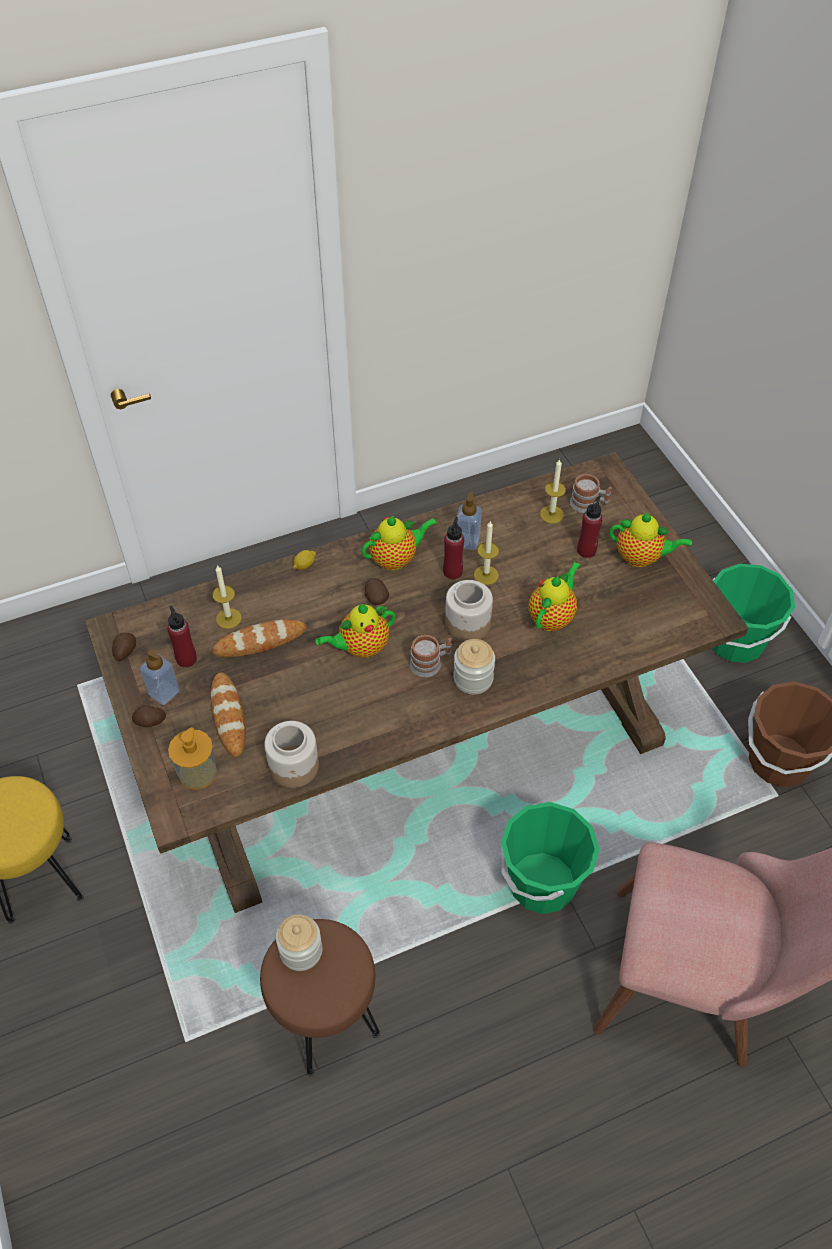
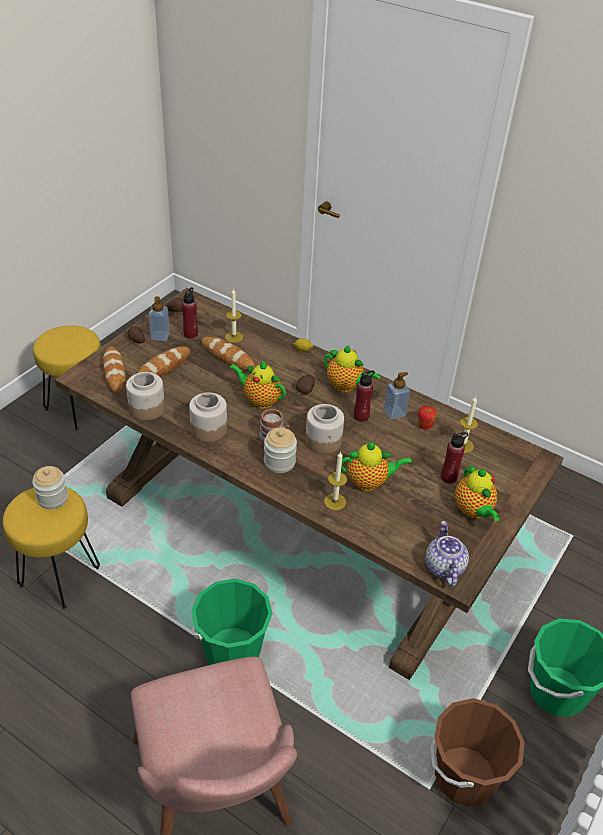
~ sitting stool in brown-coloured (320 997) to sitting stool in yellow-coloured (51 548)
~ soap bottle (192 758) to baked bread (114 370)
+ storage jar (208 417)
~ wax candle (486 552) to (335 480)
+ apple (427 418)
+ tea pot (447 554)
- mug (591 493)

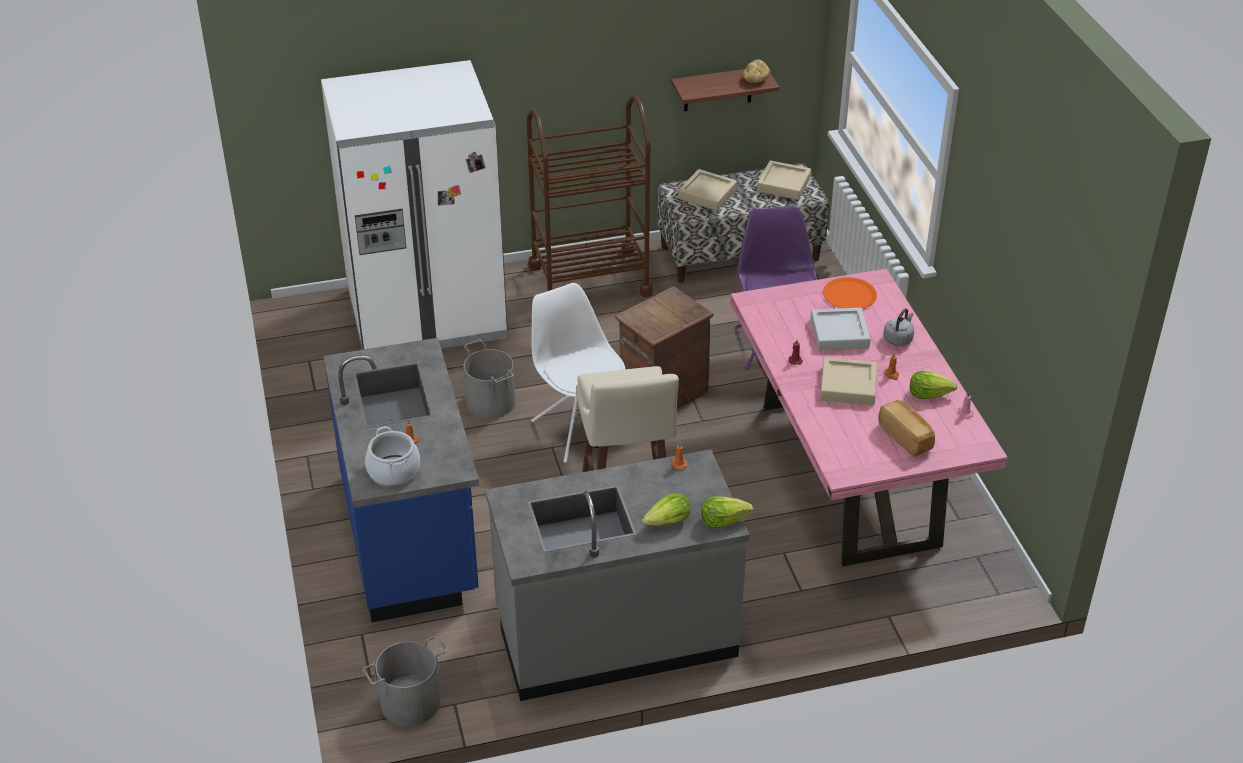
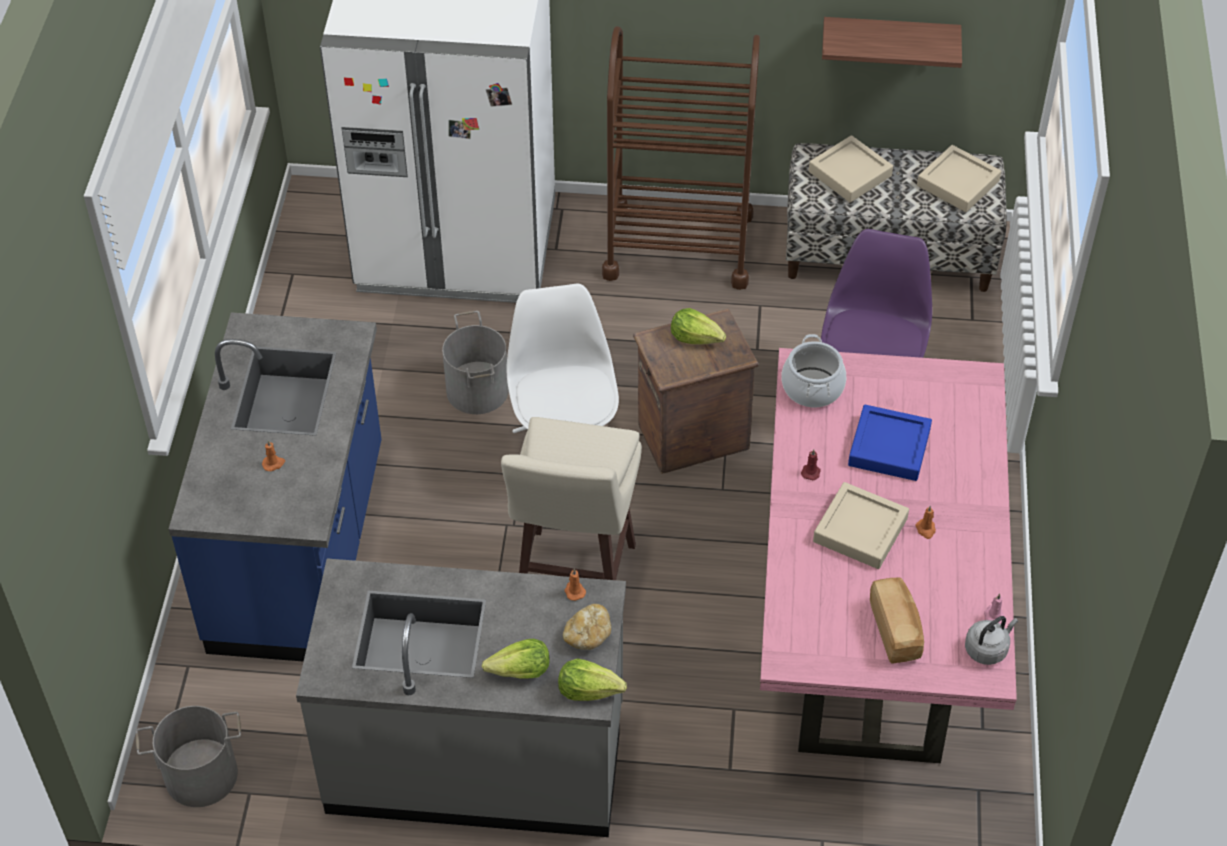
~ baked bread (756 71) to (587 627)
~ head of lettuce (933 385) to (698 326)
~ saucepot (392 456) to (813 370)
~ carrying tray in grey (840 329) to carrying tray in blue (890 443)
~ tea kettle in grey (899 327) to (991 640)
- dinner plate in orangey (850 293)

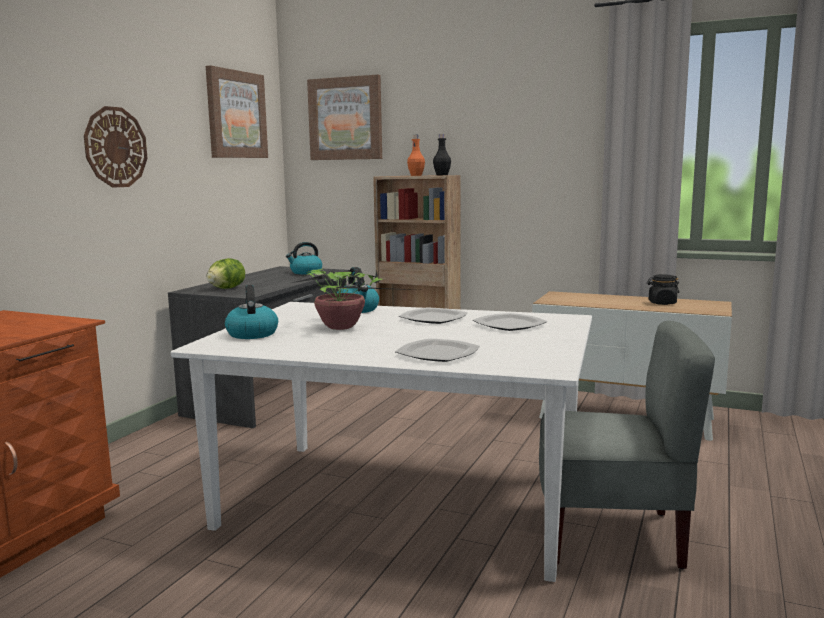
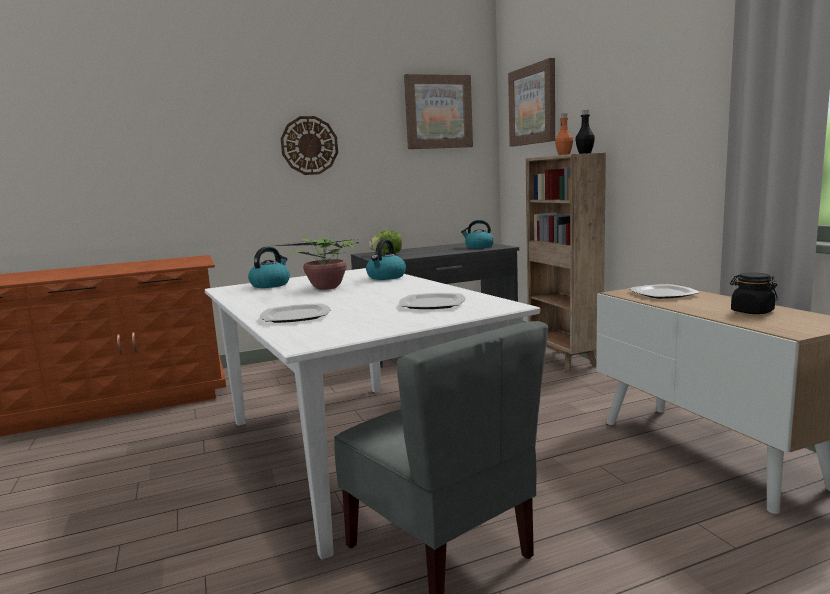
~ dinner plate (433 315) to (664 291)

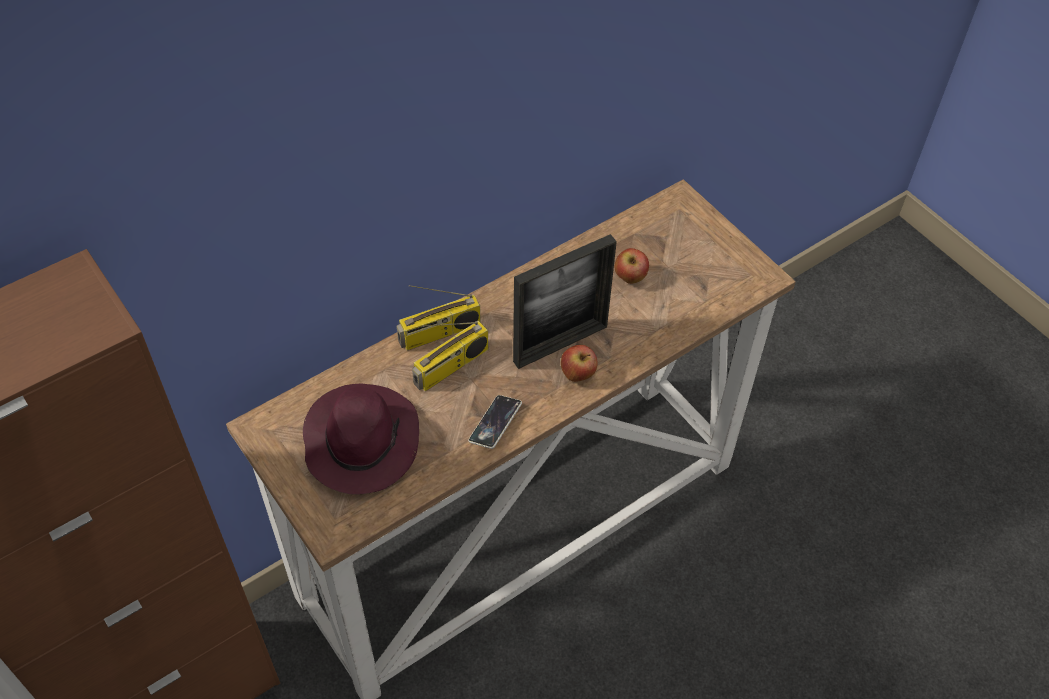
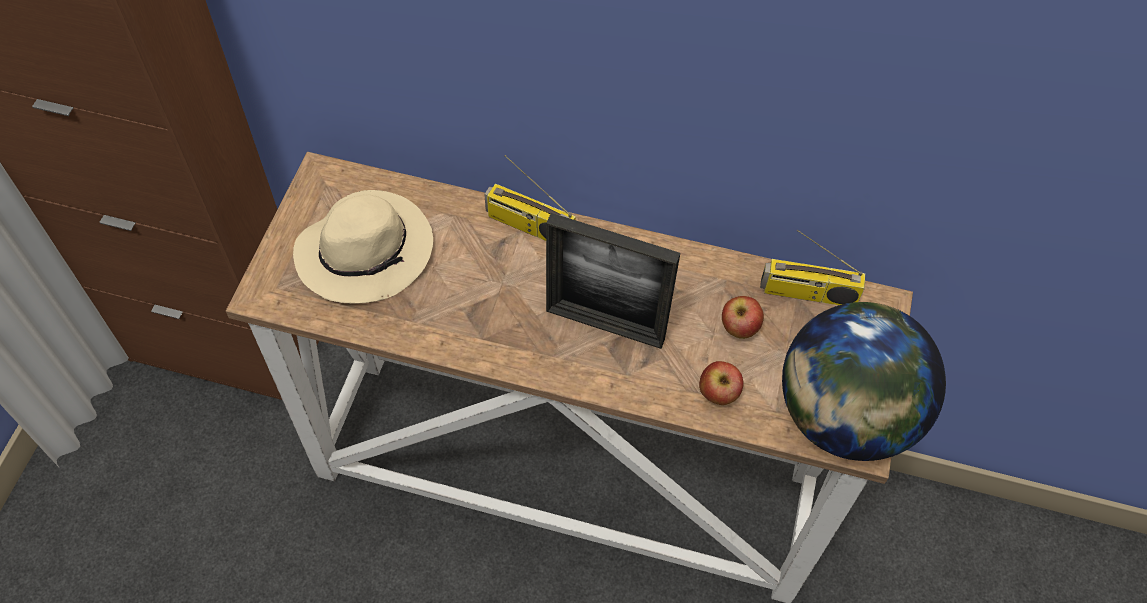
~ clothing hat in purple (361 439) to clothing hat in beige-coloured (363 247)
~ apple (579 363) to (721 383)
~ radio set (450 356) to (812 267)
+ desk globe (864 381)
- phone (495 422)

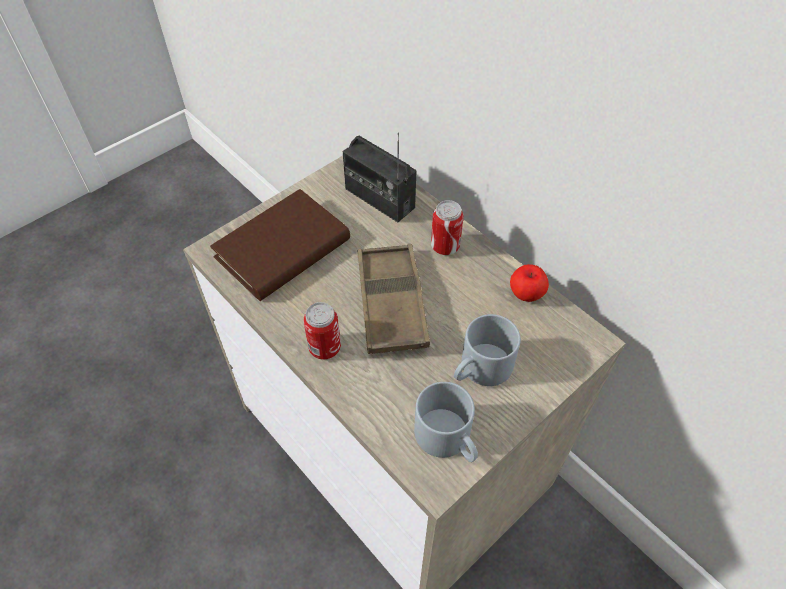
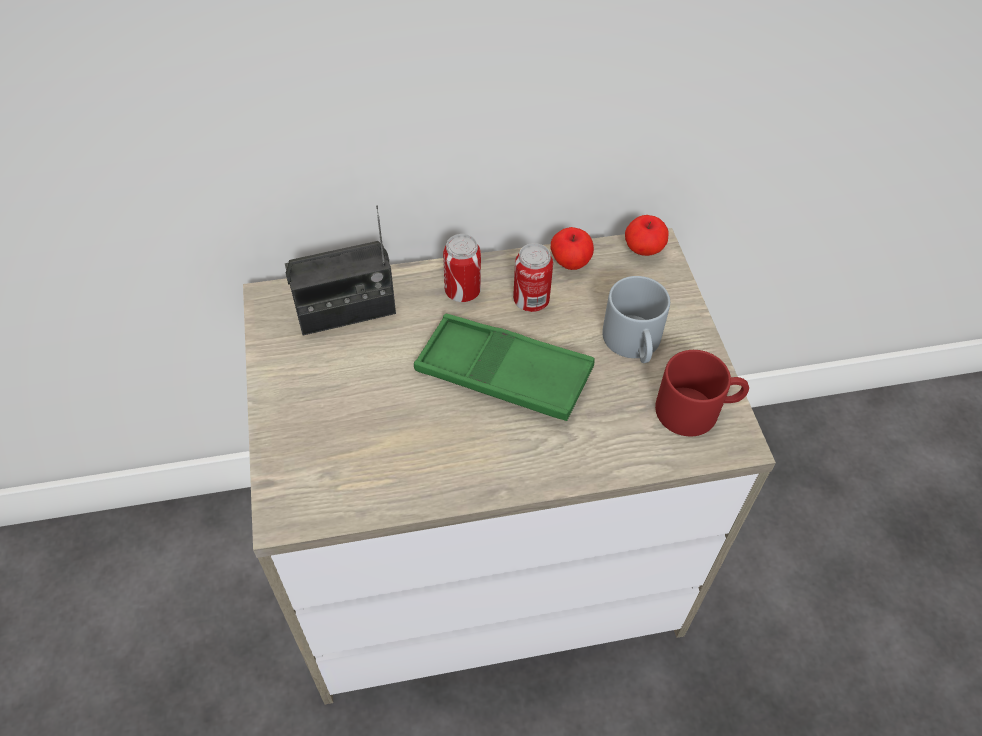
~ carrying tray in brown-coloured (394 299) to carrying tray in green (504 367)
~ sealed can (322 331) to (533 277)
+ apple (647 235)
~ mug in grey (446 422) to mug in red-coloured (702 393)
- bound book in brown-coloured (280 245)

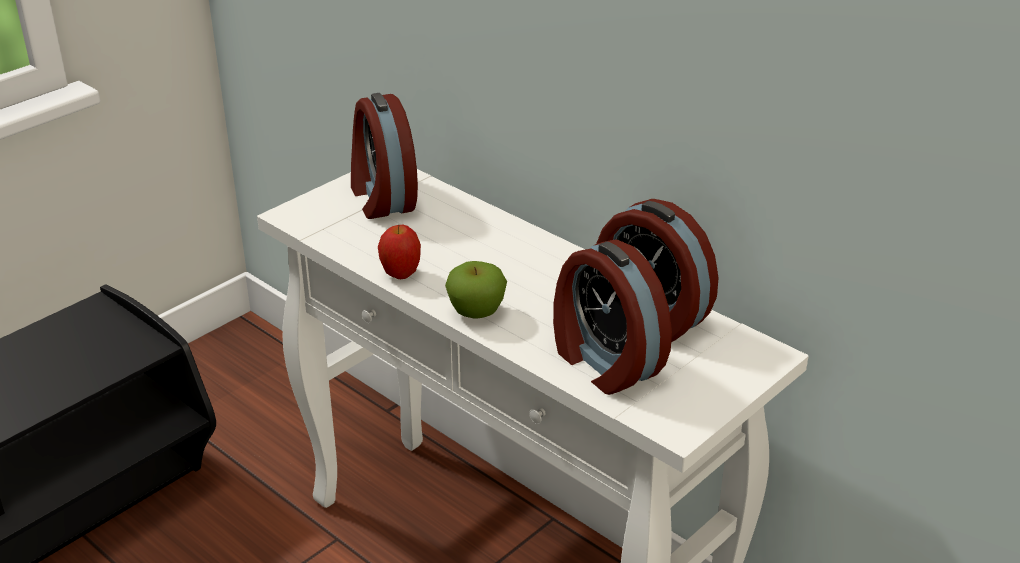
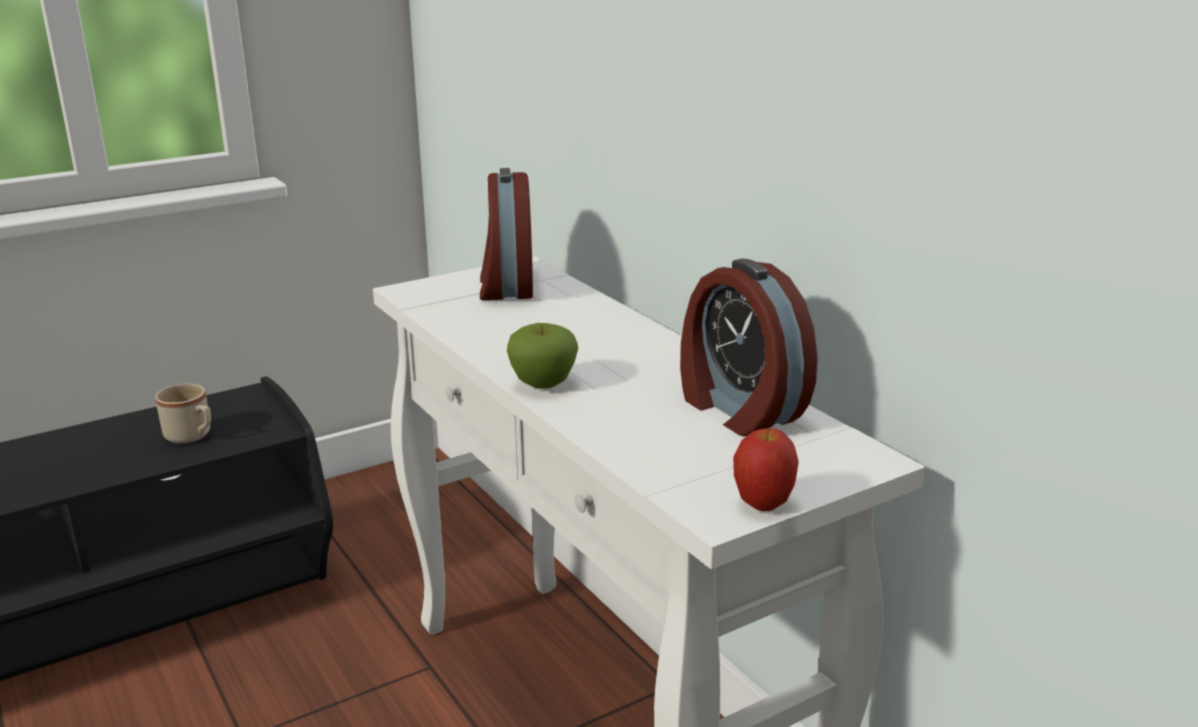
+ mug in beige-coloured (183 414)
~ apple (399 252) to (766 469)
- table clock (612 317)

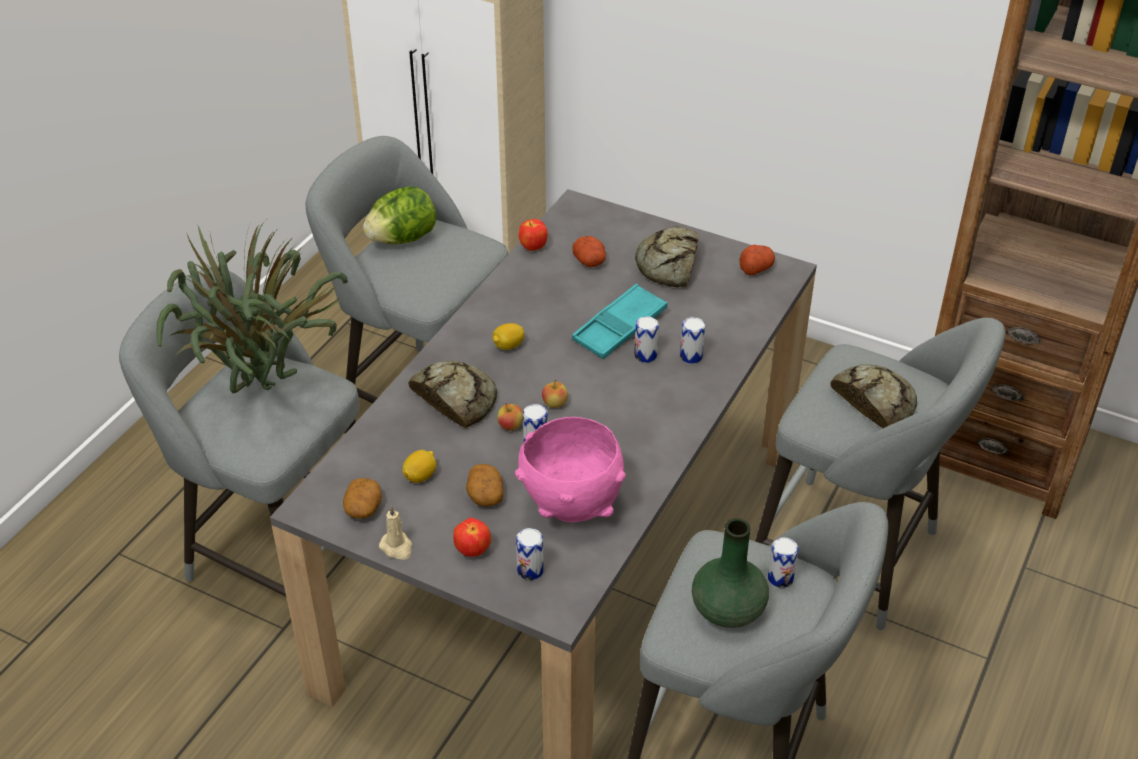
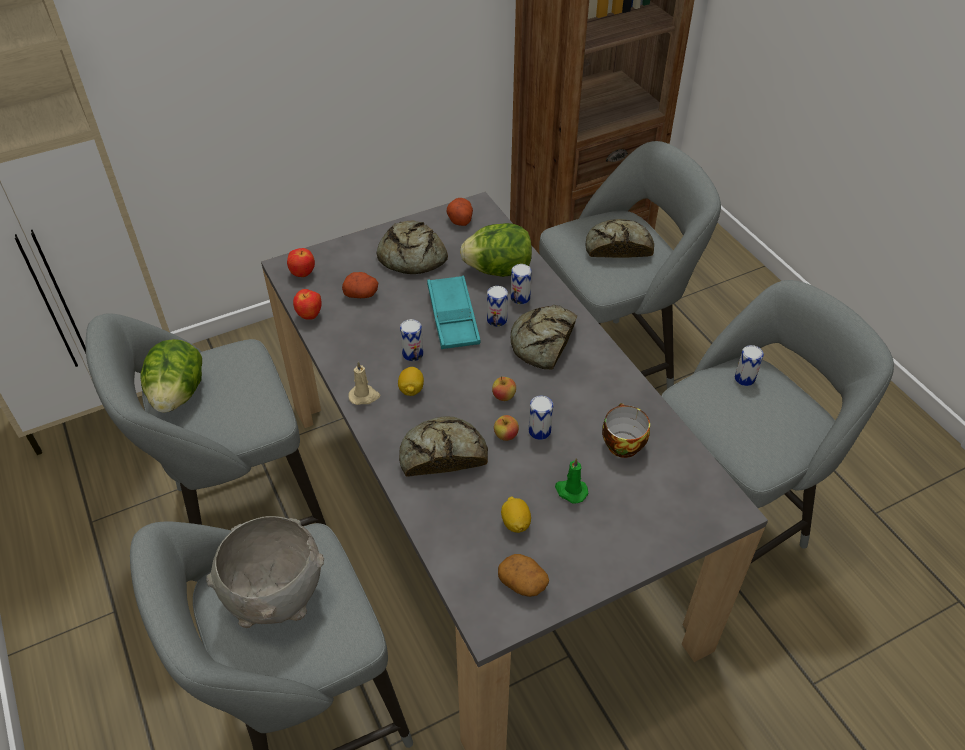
~ houseplant (252 307) to serving bowl in grey (265 572)
~ apple (472 537) to (301 262)
~ wax candle in beige-coloured (395 533) to (364 383)
~ sealed can (529 554) to (411 340)
+ head of lettuce (496 250)
+ baked bread (544 337)
~ potato (484 485) to wax candle in green (571 481)
~ serving bowl in pink (570 469) to drinking cup (626 430)
- vase in green (730 573)

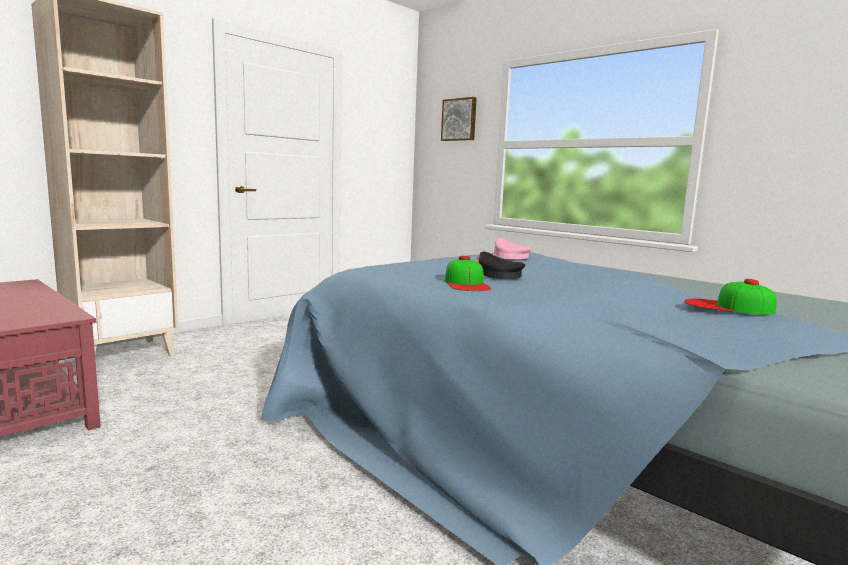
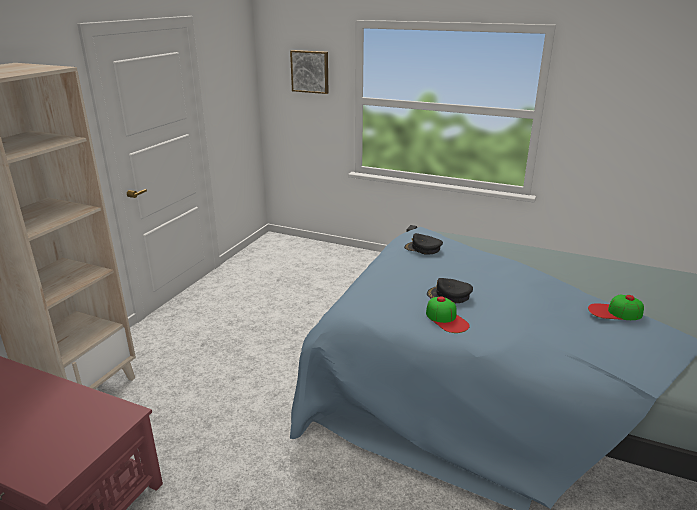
~ cap in pink (511 248) to cap in black-coloured (423 244)

